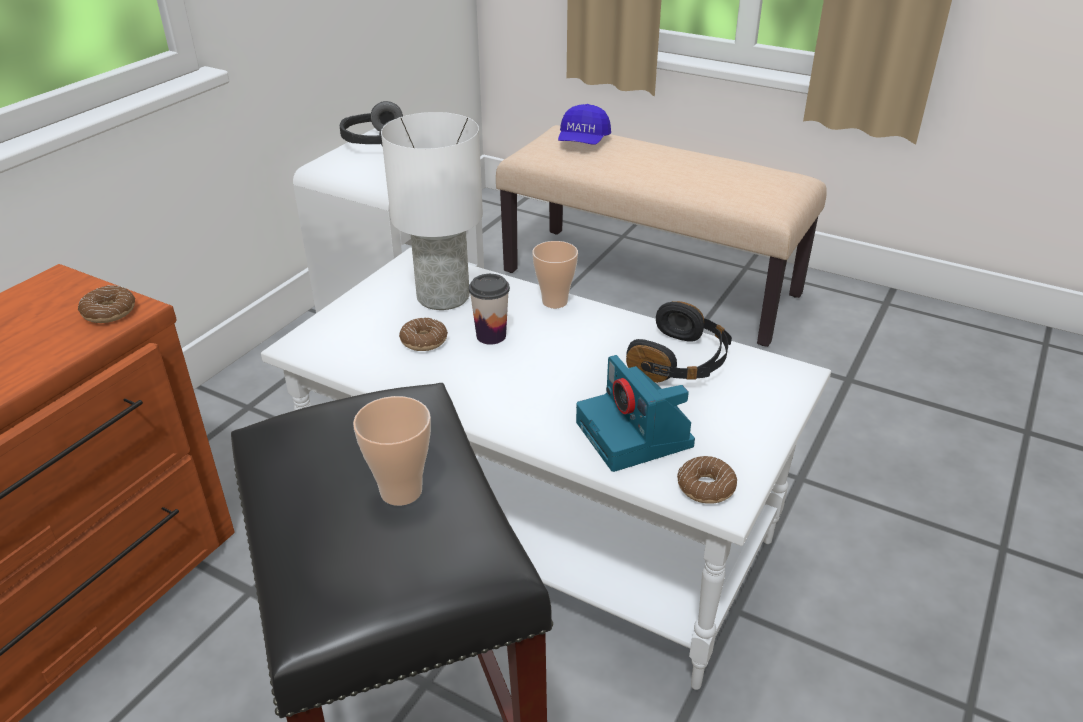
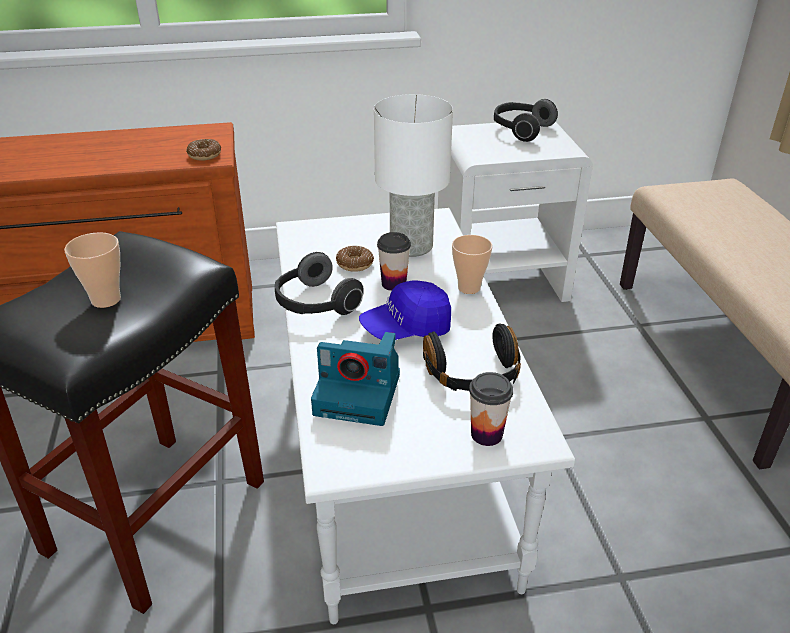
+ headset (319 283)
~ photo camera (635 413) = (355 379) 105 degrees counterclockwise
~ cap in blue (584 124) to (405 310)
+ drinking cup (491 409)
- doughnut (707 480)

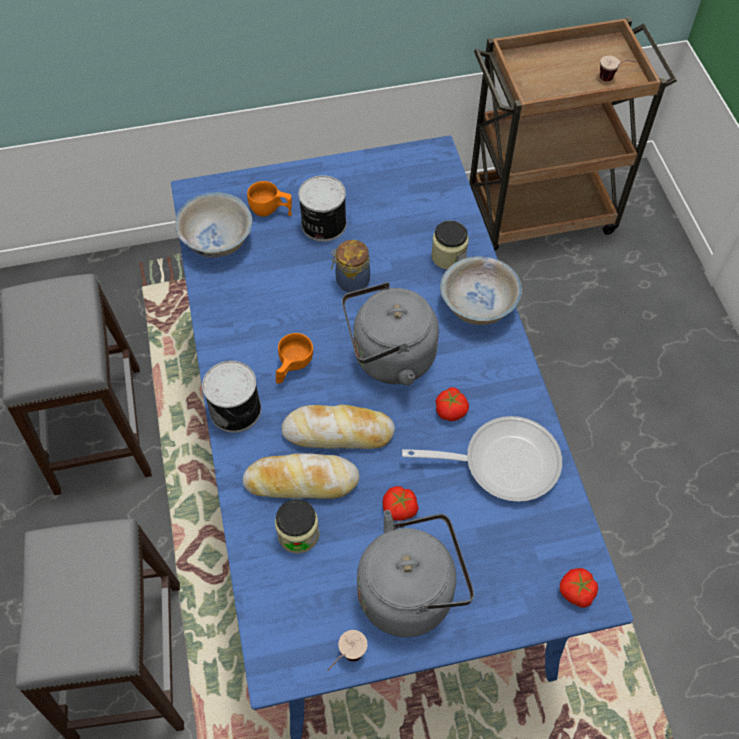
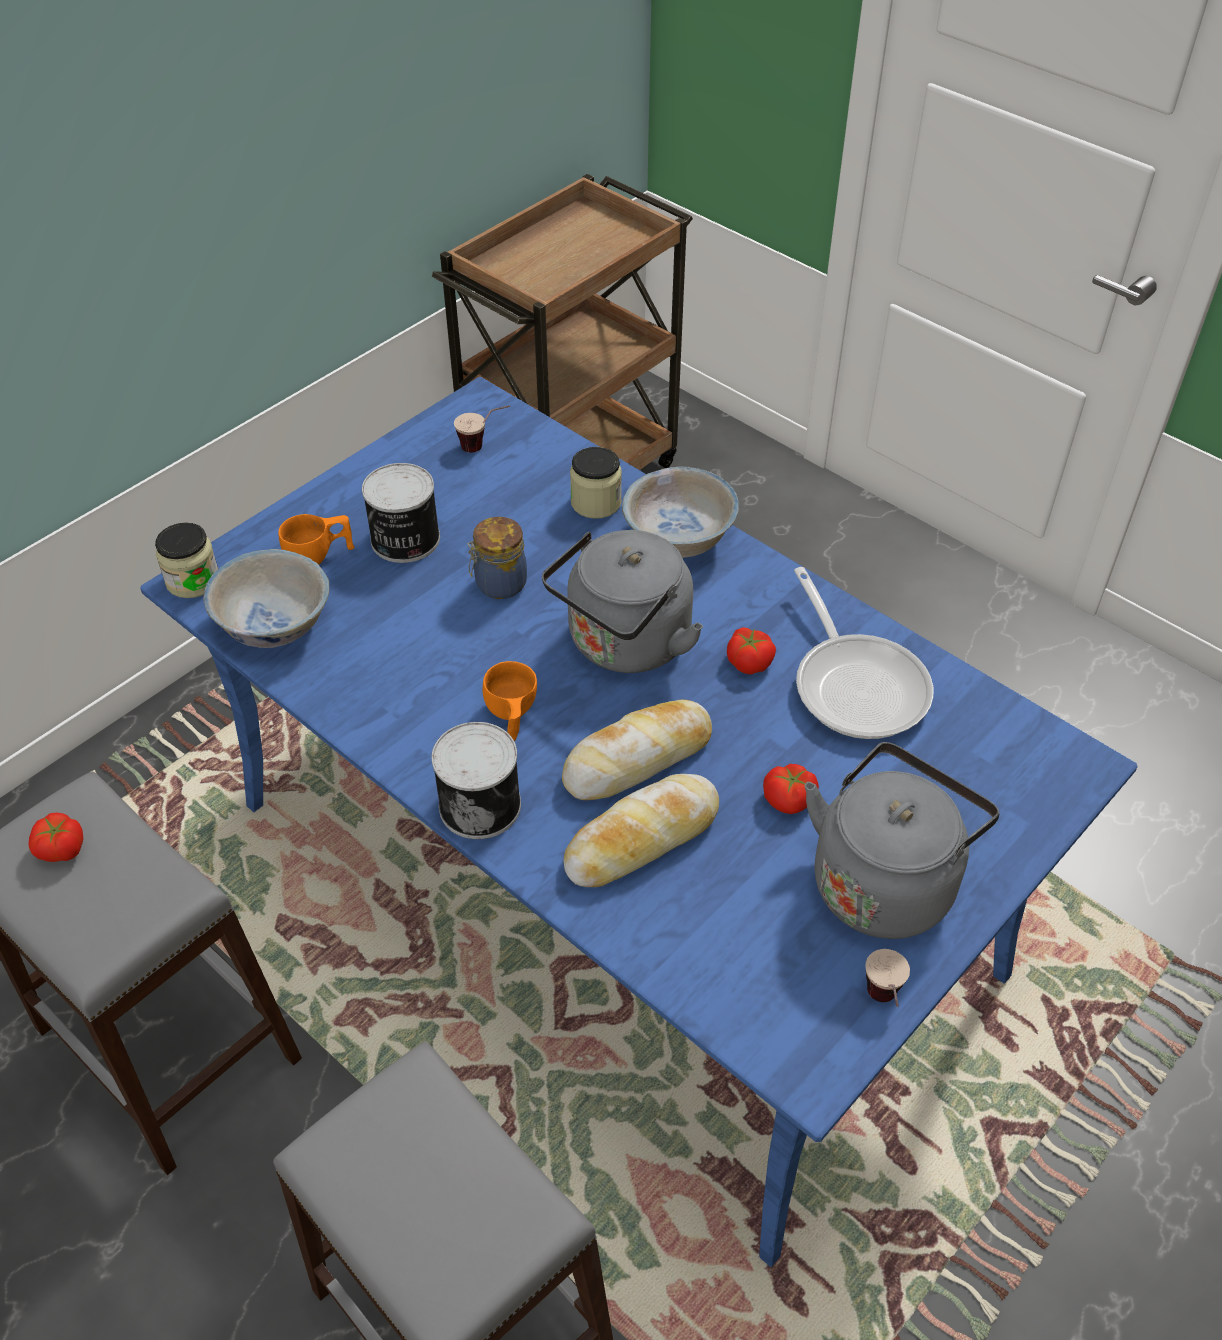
~ tomato (579 588) to (55 837)
~ storage jar (297 526) to (186 560)
~ drinking cup (618 69) to (482 429)
~ skillet (482 459) = (863 653) 105 degrees clockwise

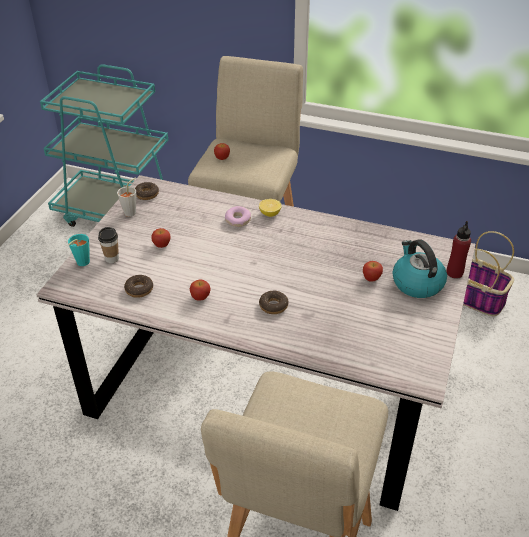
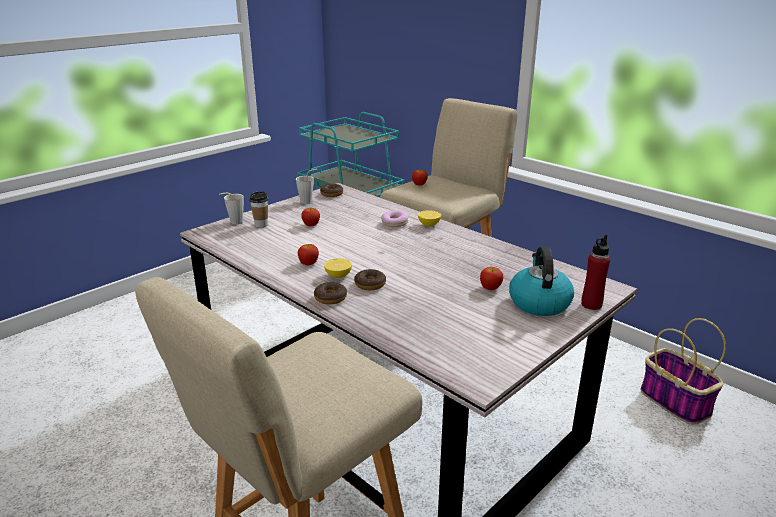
~ drinking cup in blue-green (79 250) to drinking cup in grey (231 208)
~ doughnut (138 286) to (330 293)
+ citrus fruit (338 268)

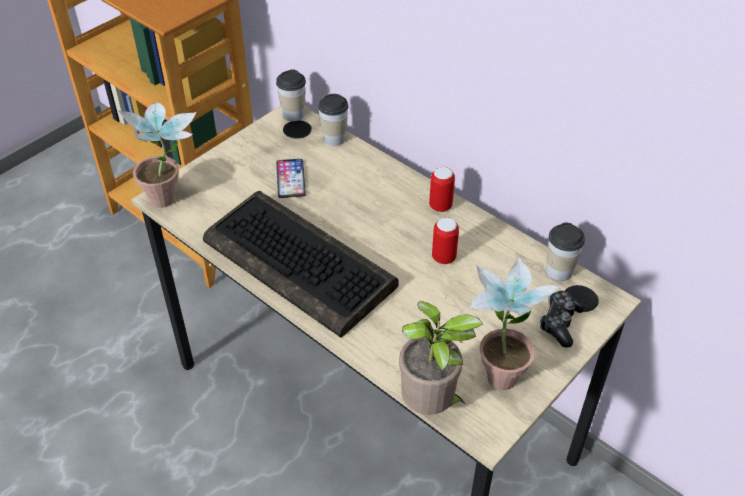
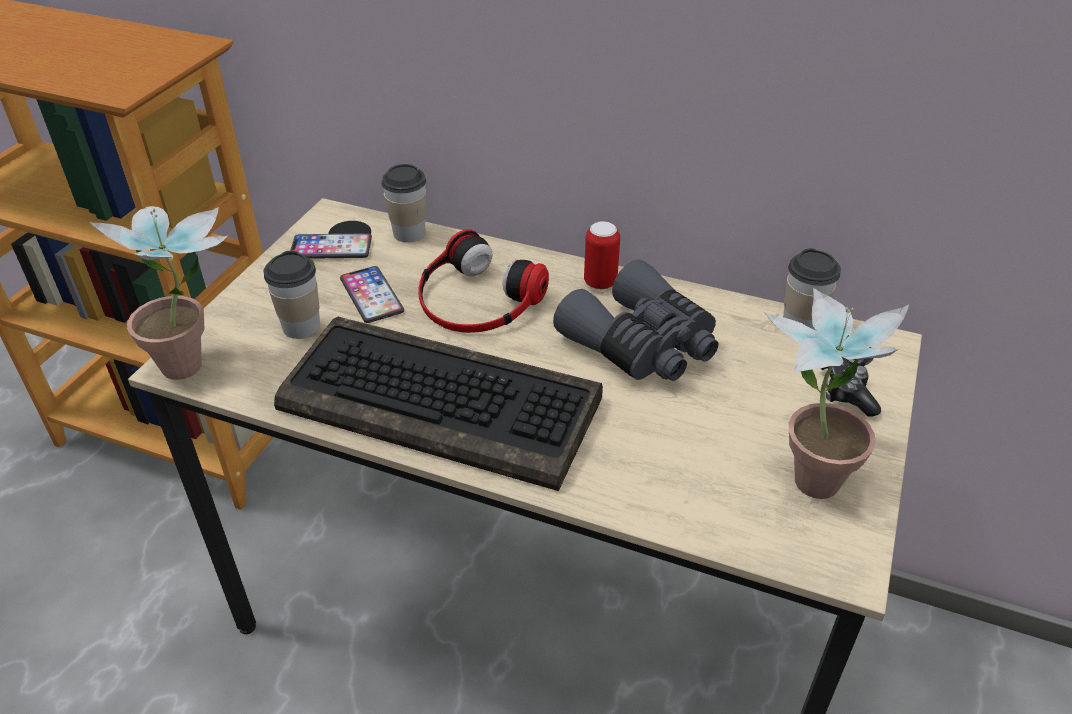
~ drinking cup (291 95) to (292 295)
+ phone (331 246)
+ headset (483 281)
~ sealed can (445 240) to field glasses in grey (635 320)
- houseplant (441 358)

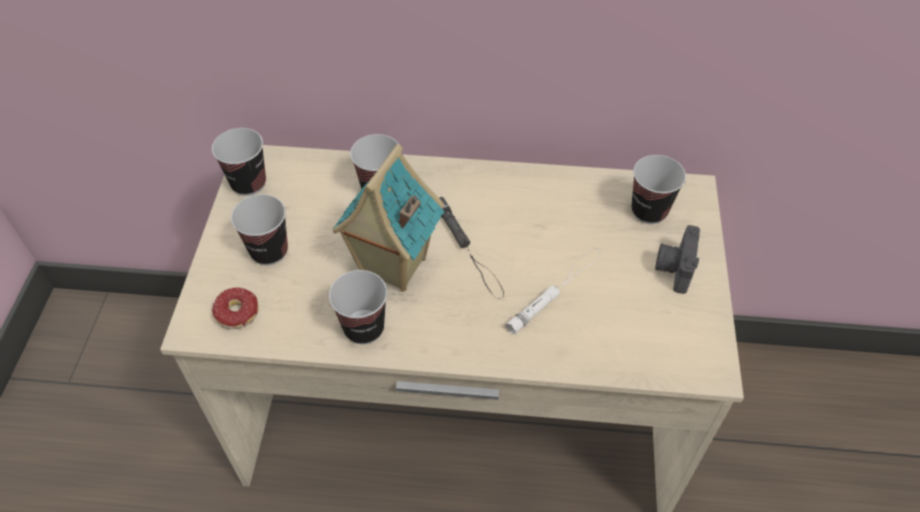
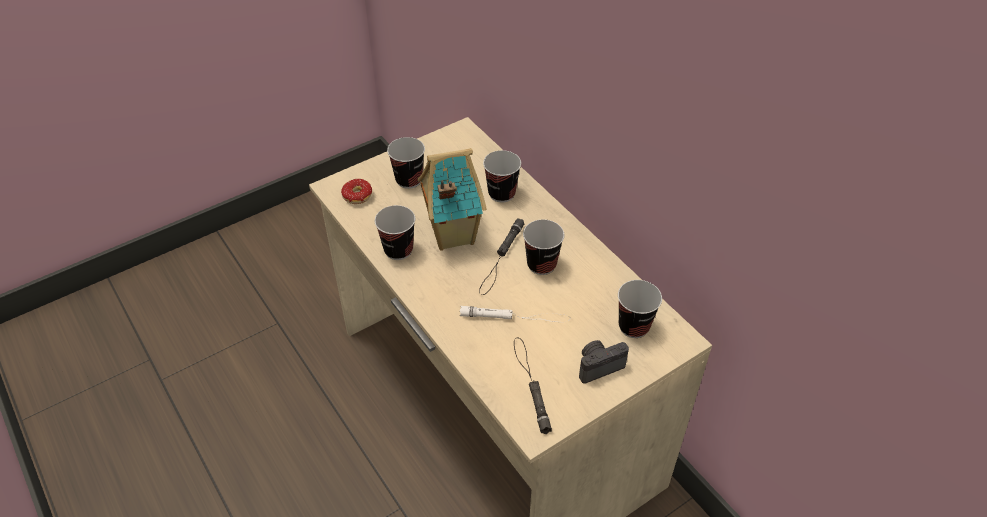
+ torch in black-coloured (533 385)
~ drinking cup (239 162) to (543 247)

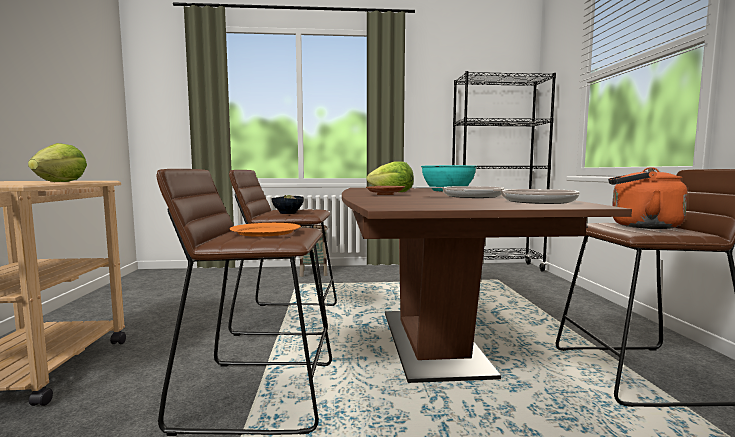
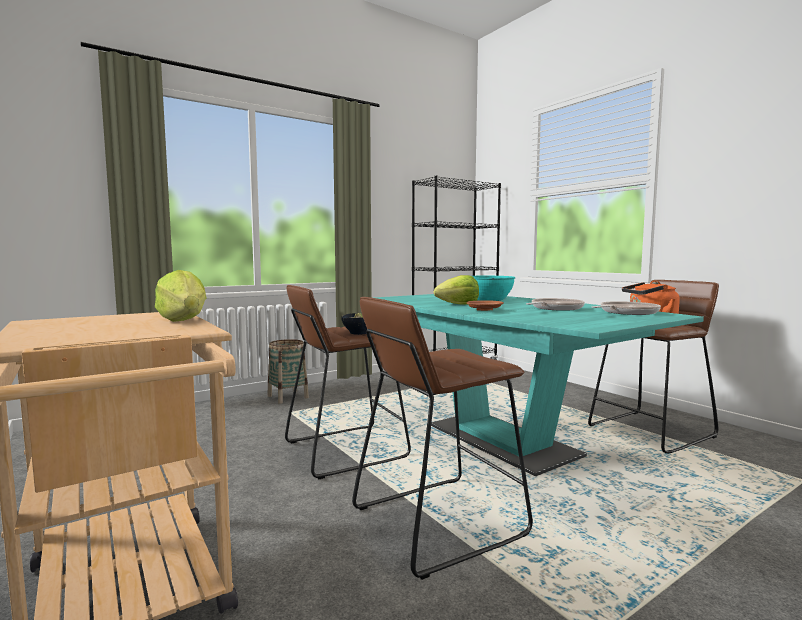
~ dinner table in brown-coloured (487 285) to dinner table in blue-green (539 385)
- dinner plate in orangey (265 230)

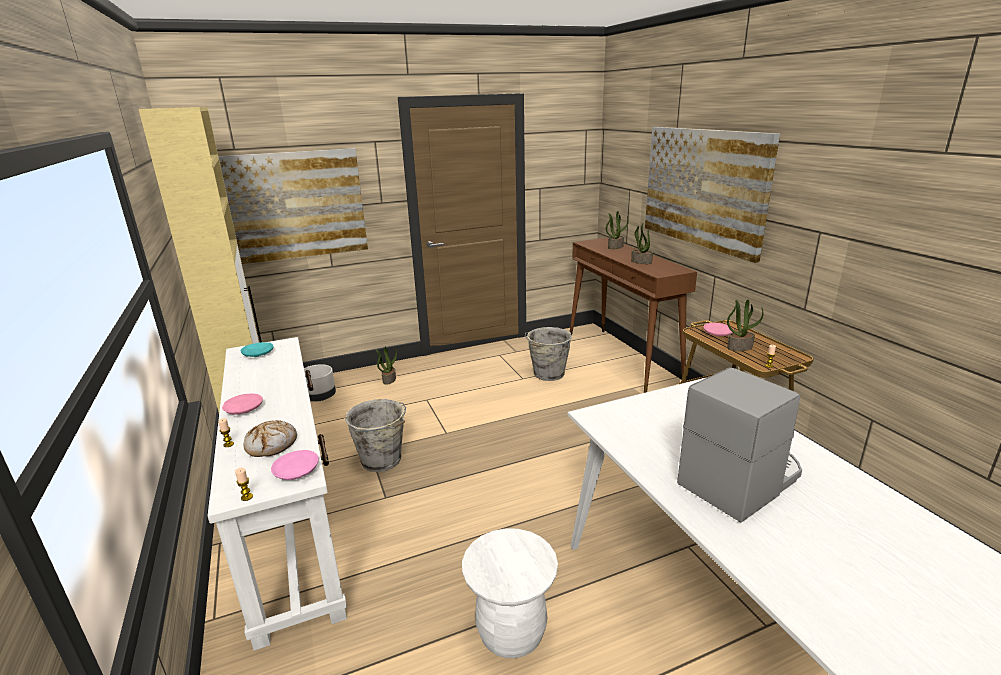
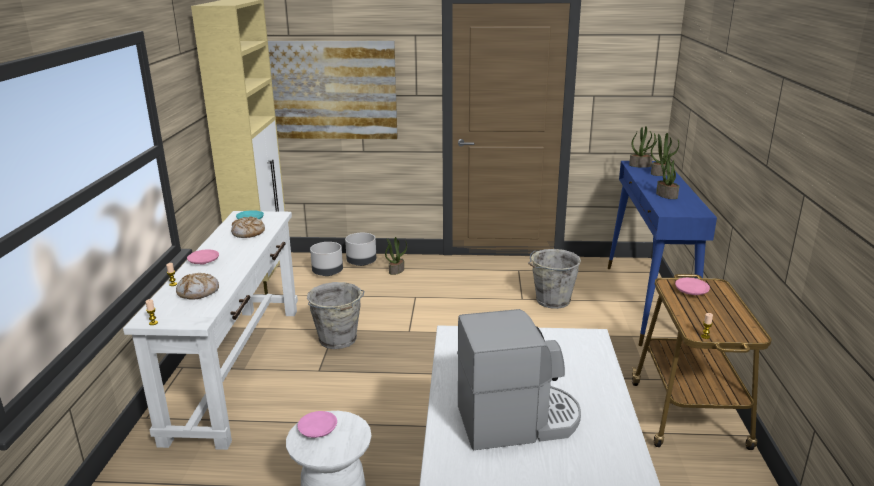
+ baked bread (248 227)
~ dinner plate in pink (295 465) to (317 424)
+ plant pot in grey (360 249)
~ hall table in brown-coloured (633 315) to hall table in blue (662 253)
~ houseplant (745 325) to (642 147)
- wall picture (712 195)

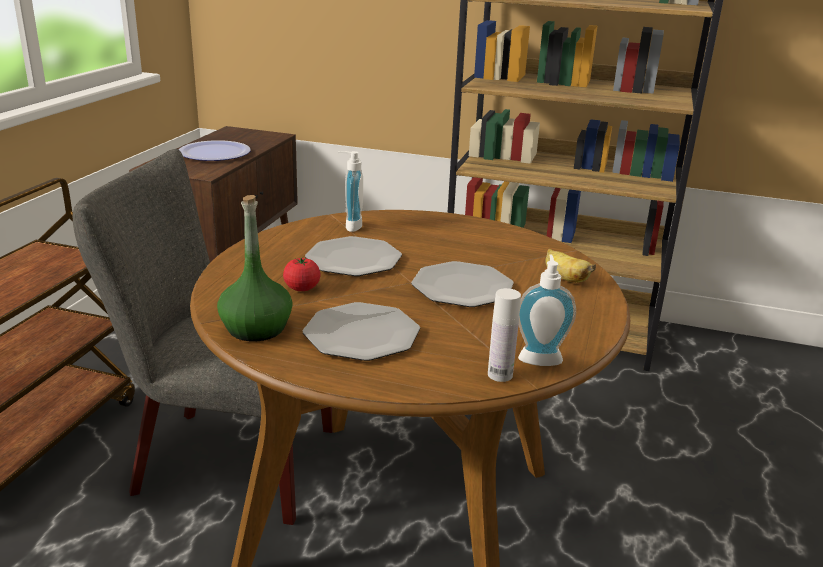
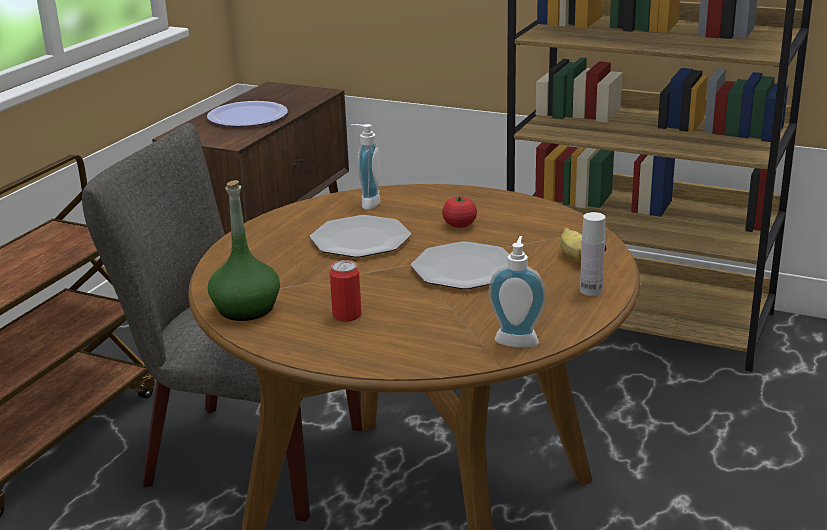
~ dinner plate (361 331) to sealed can (346 291)
~ tomato (302 274) to (459 212)
~ beverage bottle in whitish (504 335) to (593 254)

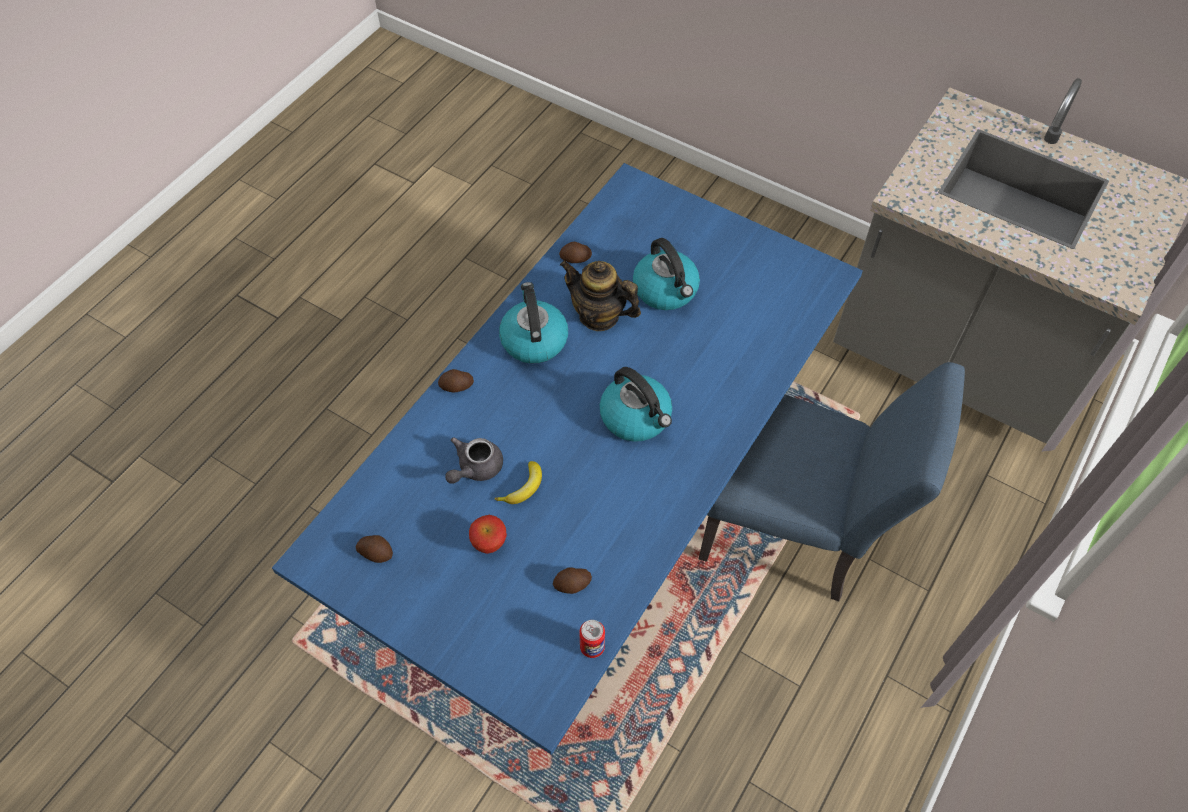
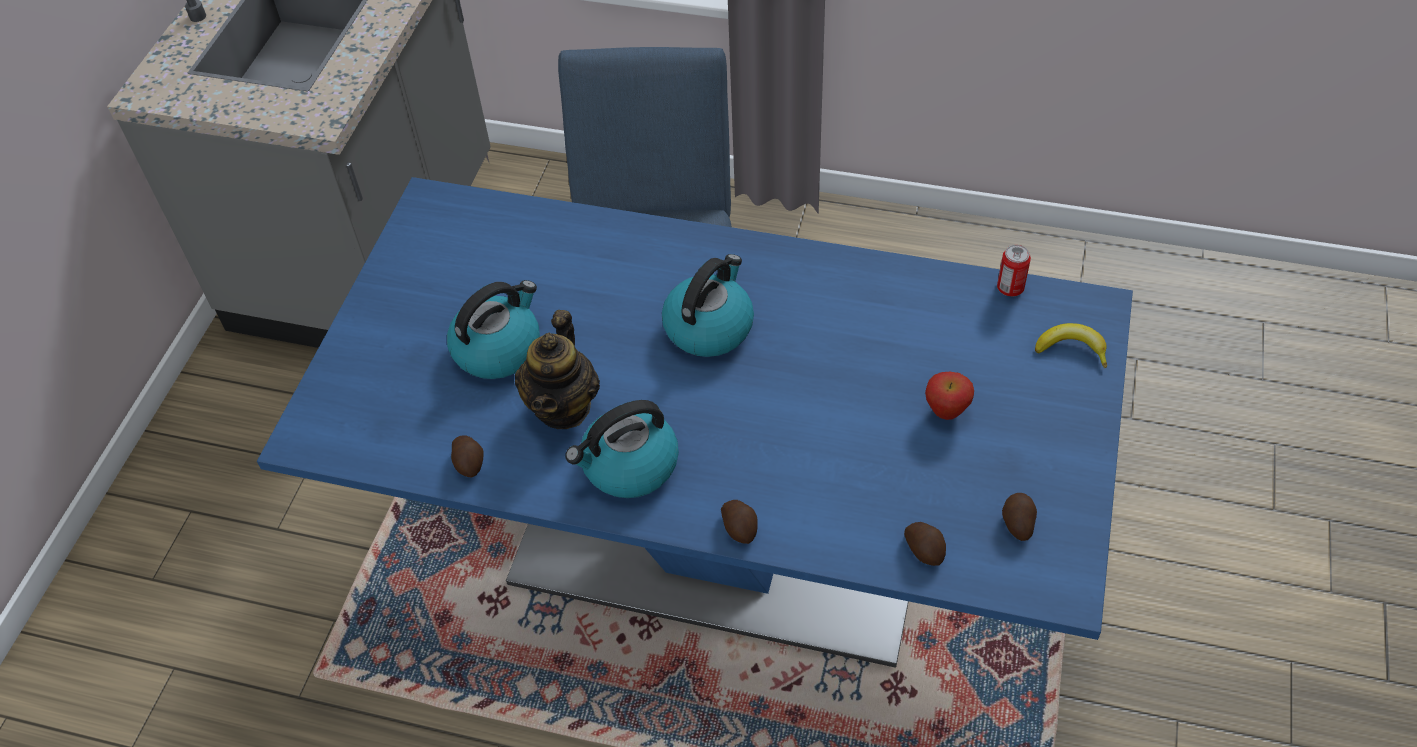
~ potato (572 580) to (925 544)
~ banana fruit (518 482) to (1071 345)
- tea pot in grey (474 460)

